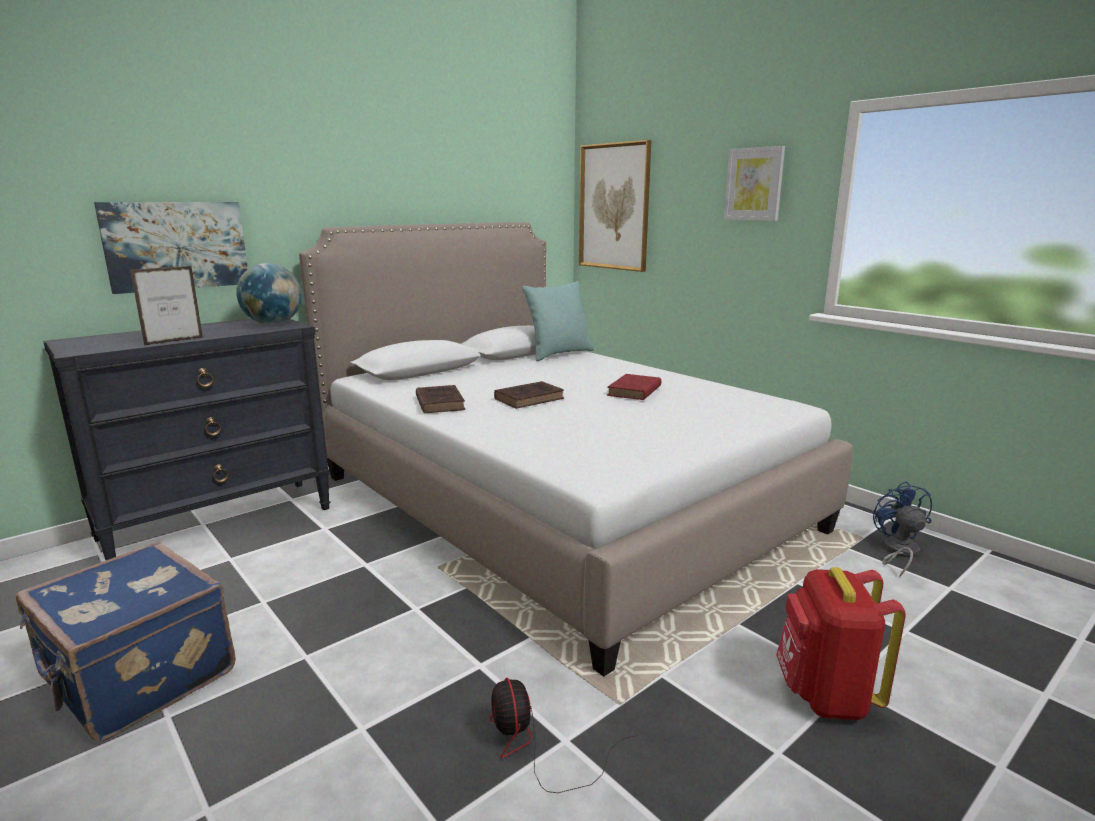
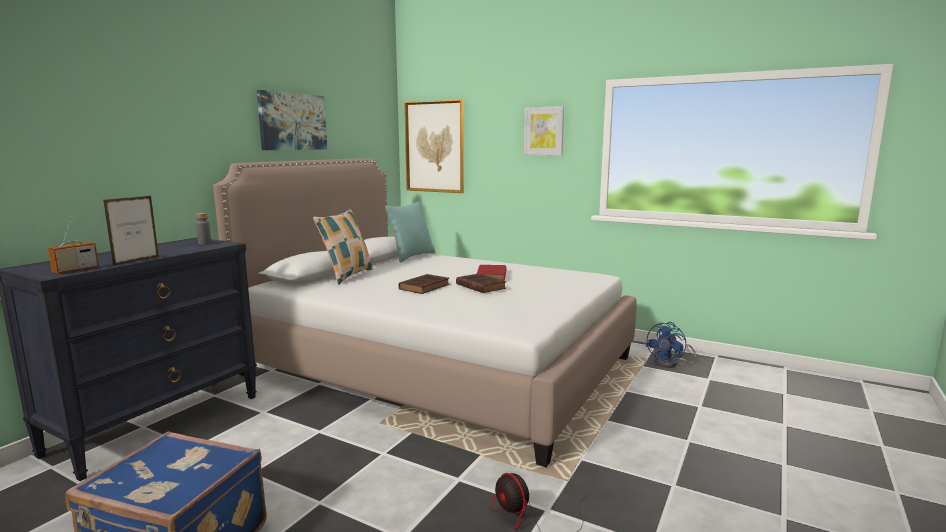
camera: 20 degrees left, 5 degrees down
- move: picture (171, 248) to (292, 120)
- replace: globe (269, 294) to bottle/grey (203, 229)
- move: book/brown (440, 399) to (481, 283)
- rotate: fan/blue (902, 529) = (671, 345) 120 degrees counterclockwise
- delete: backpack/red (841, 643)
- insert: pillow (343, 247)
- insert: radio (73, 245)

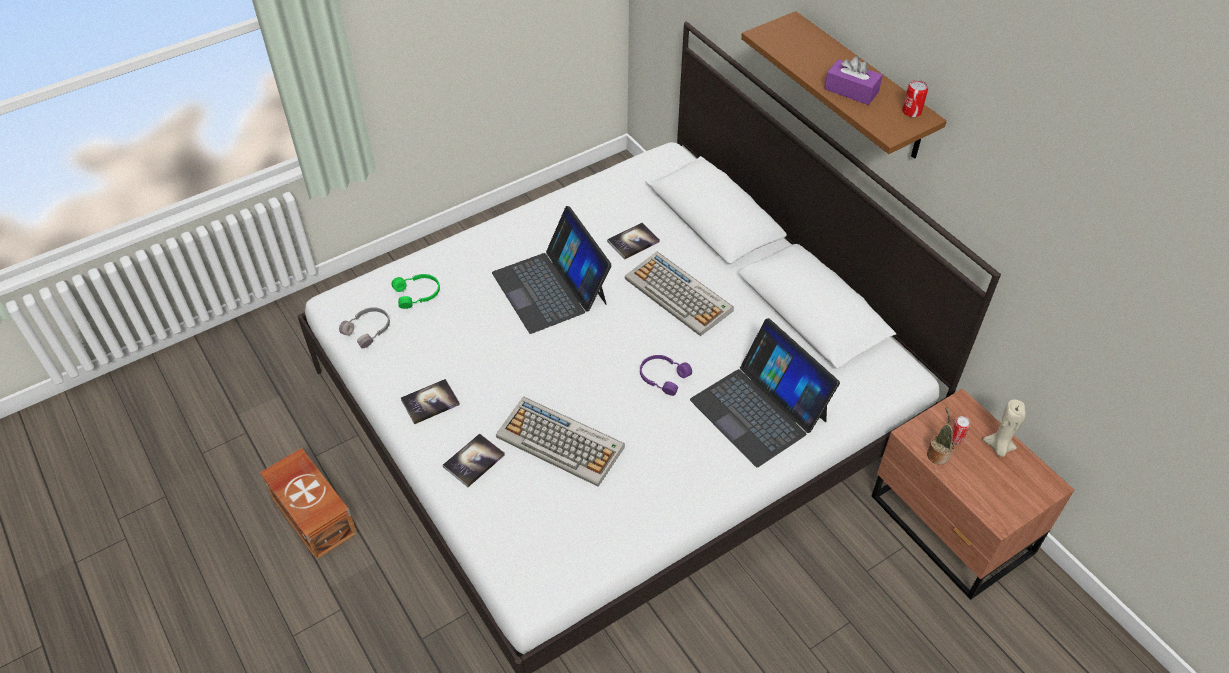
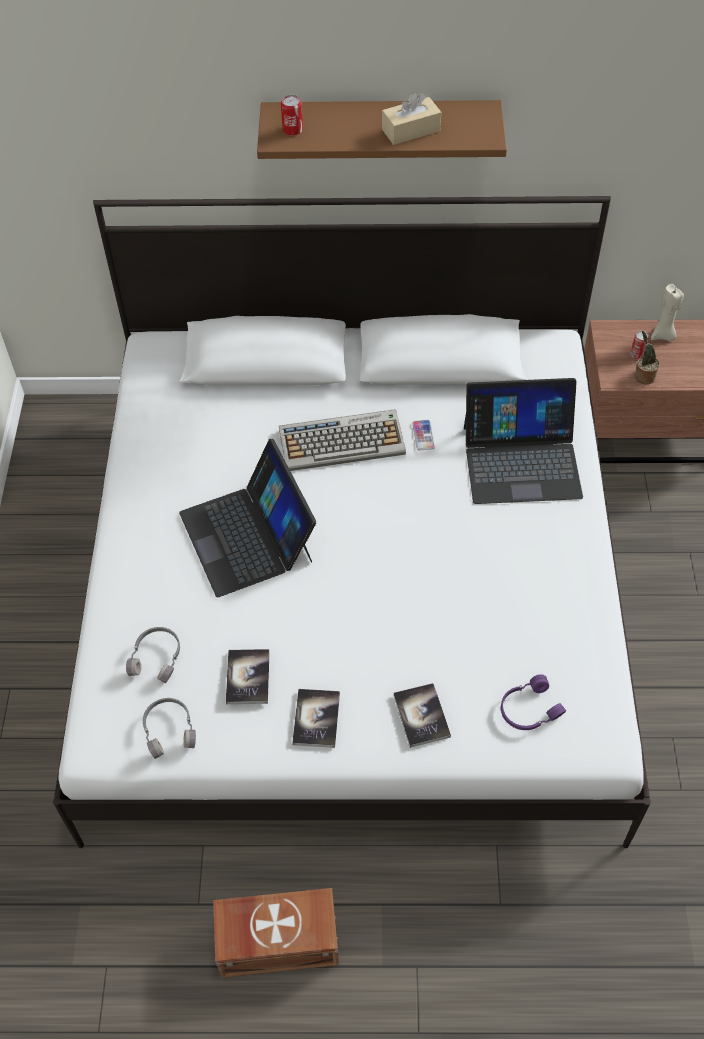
camera: 55 degrees left, 5 degrees up
- recolor: tissue box/purple (853, 80) to tissue box/beige (411, 118)
- move: can (915, 98) to (292, 115)
- rotate: laptop (552, 270) = (247, 518) 60 degrees clockwise
- move: book (633, 241) to (248, 676)
- recolor: headphones/green (415, 291) to headphones/grey (153, 655)
- move: headphones/purple (666, 375) to (533, 702)
- delete: keyboard (560, 442)
- insert: phone (423, 435)

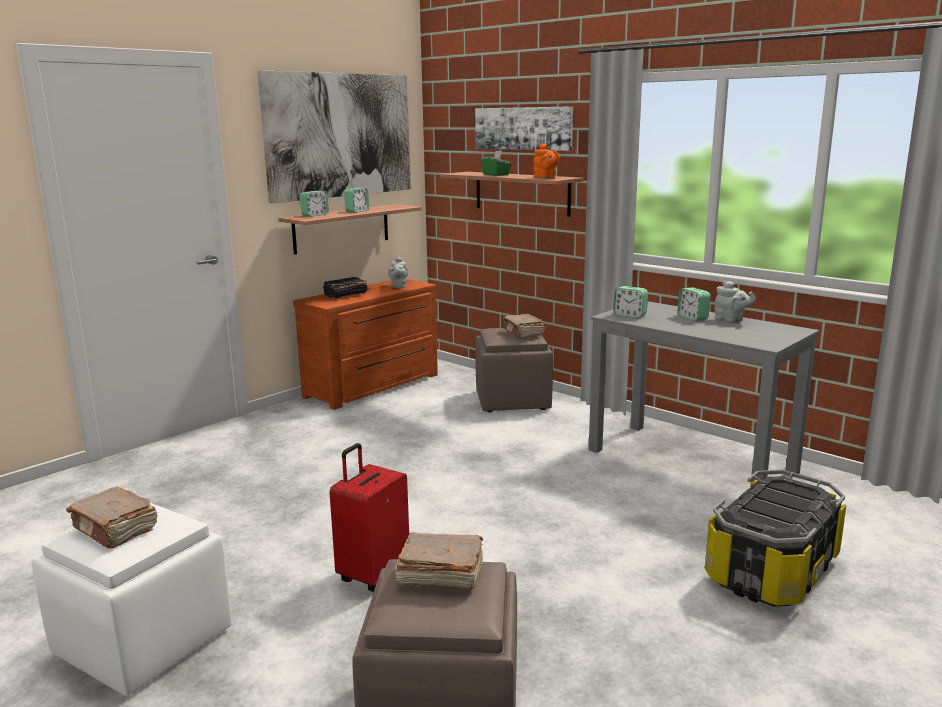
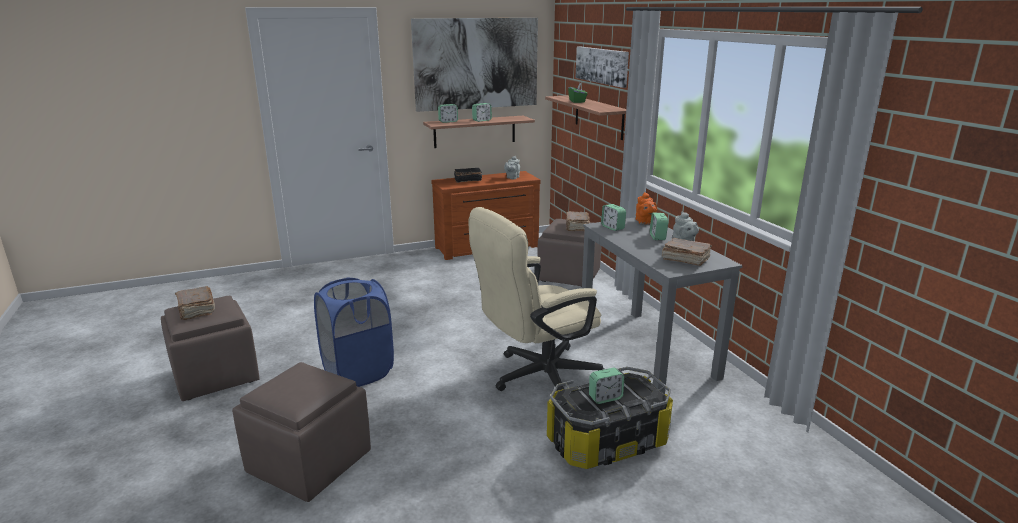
camera: 25 degrees right, 5 degrees up
- move: teapot/orange (546, 161) to (646, 208)
- replace: suitcase/red (369, 517) to laundry basket/blue (354, 332)
- recolor: ottoman/white (131, 599) to ottoman/brown (210, 348)
- move: book/brown (439, 560) to (687, 252)
- insert: office chair/beige (536, 299)
- insert: alarm clock (606, 386)

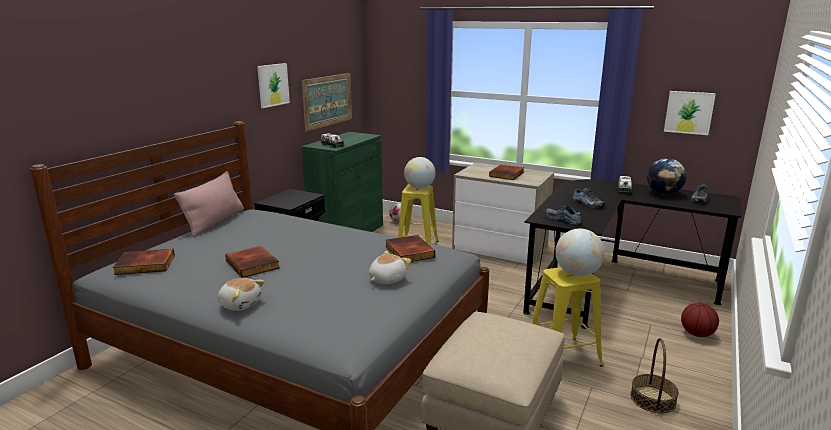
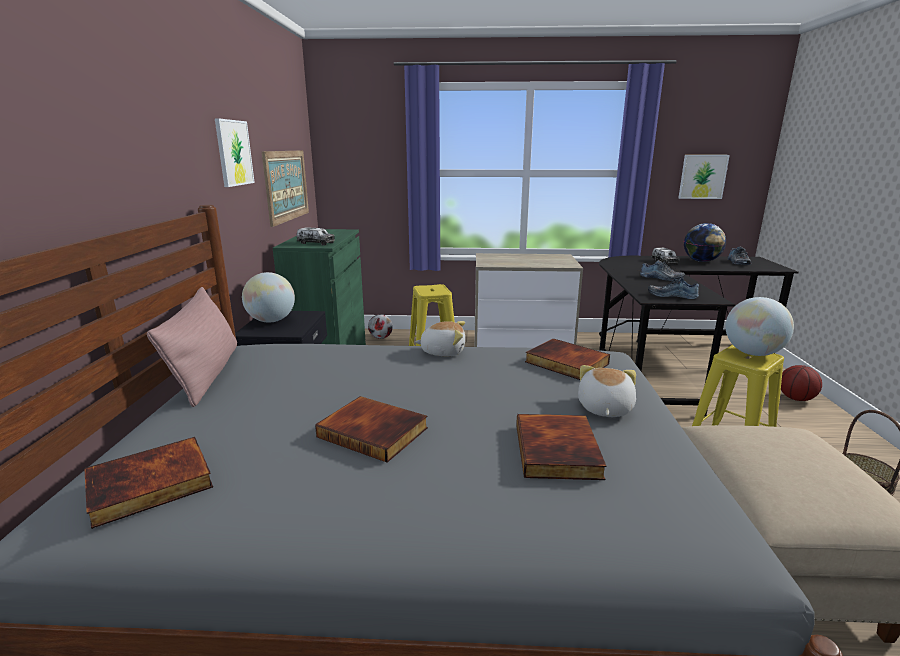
camera: 25 degrees left, 0 degrees up
- move: globe (420, 173) to (268, 297)
- move: book (506, 172) to (561, 447)
- move: plush toy (241, 294) to (440, 338)

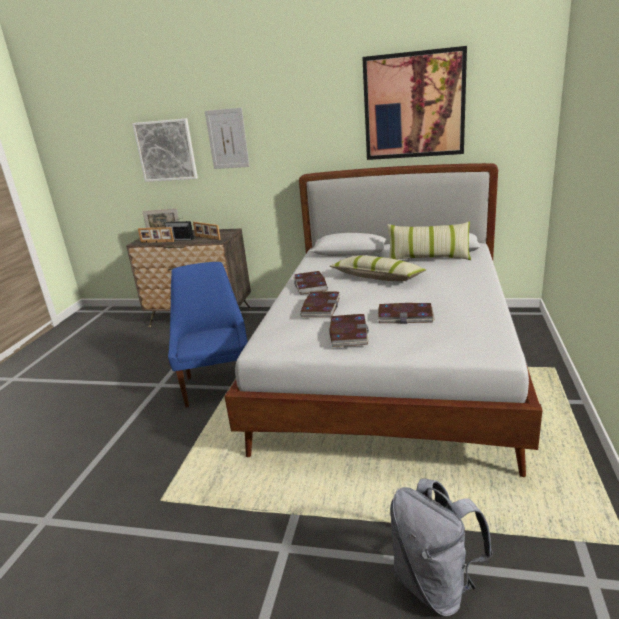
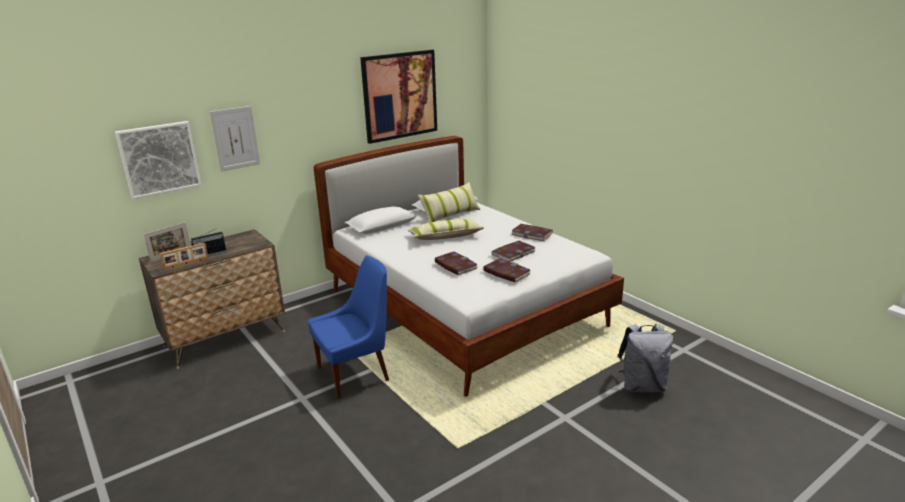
camera: 50 degrees left, 0 degrees up
- delete: picture frame (207, 231)
- rotate: chair/blue (208, 334) = (348, 327) 120 degrees clockwise
- move: book (310, 283) to (532, 232)

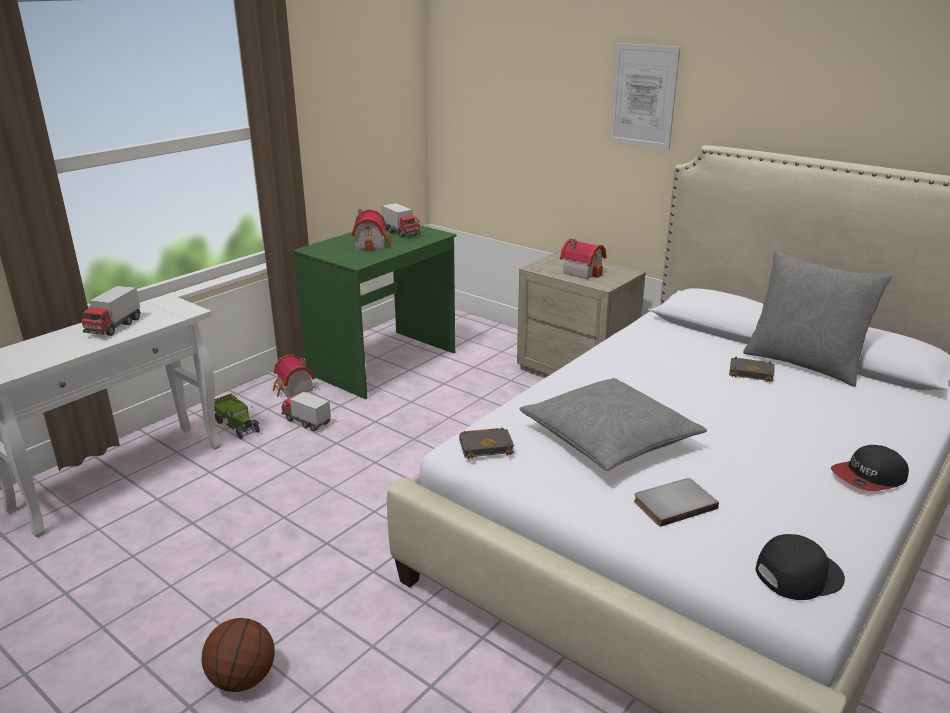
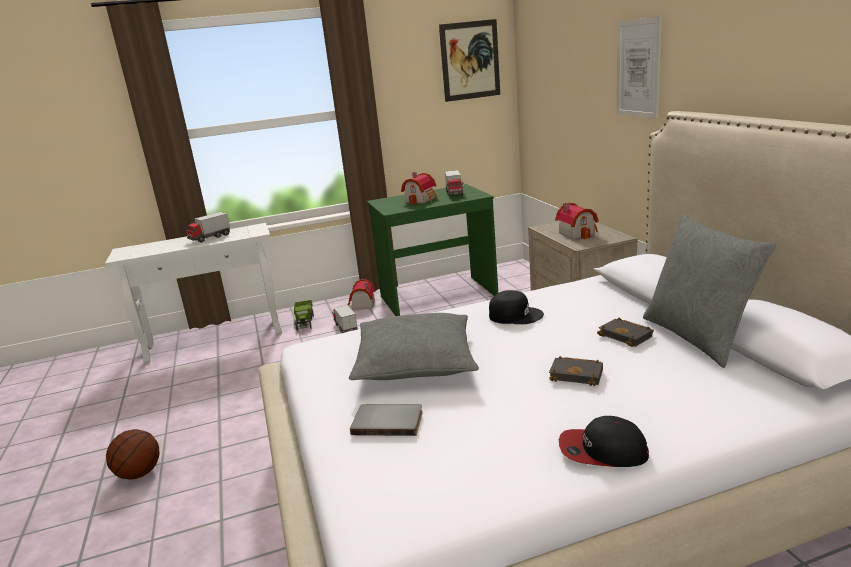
camera: 35 degrees right, 5 degrees down
- move: book/black (486, 443) to (576, 371)
- move: cap/black (800, 567) to (516, 307)
- insert: picture (469, 60)

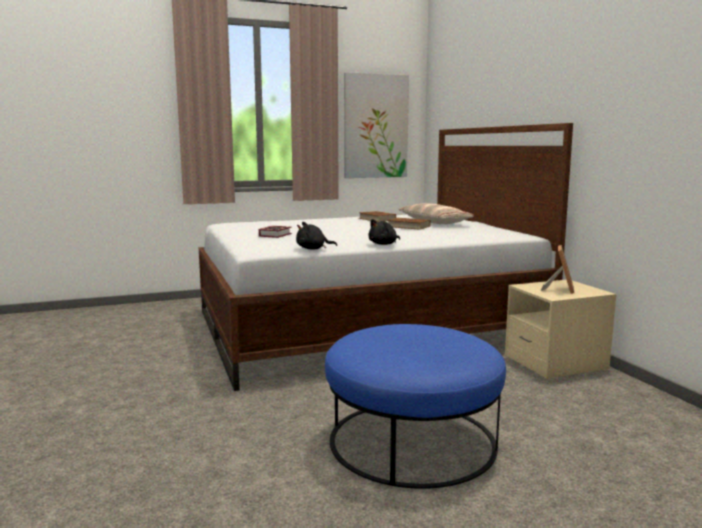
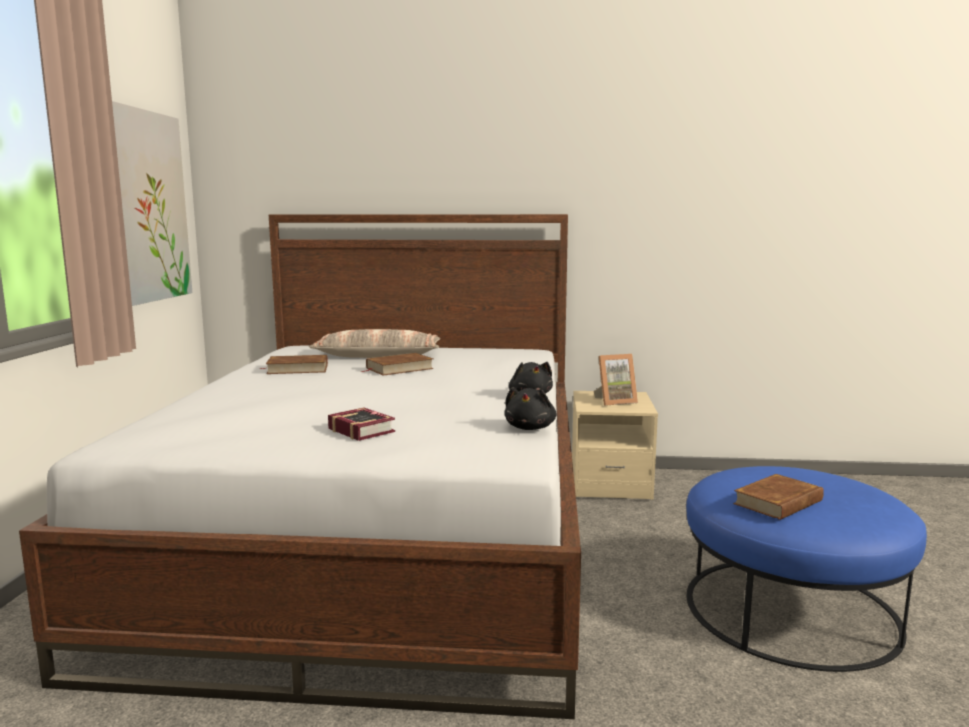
camera: 65 degrees left, 0 degrees up
- rotate: picture frame (557, 269) = (615, 380) 120 degrees clockwise
- insert: book/brown (778, 497)

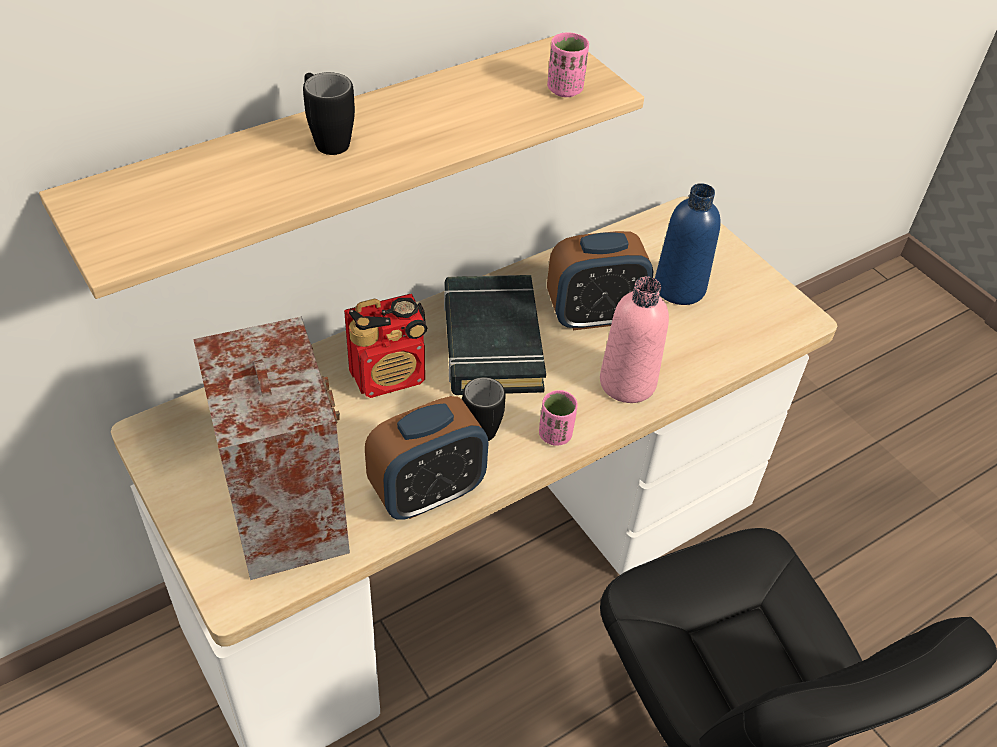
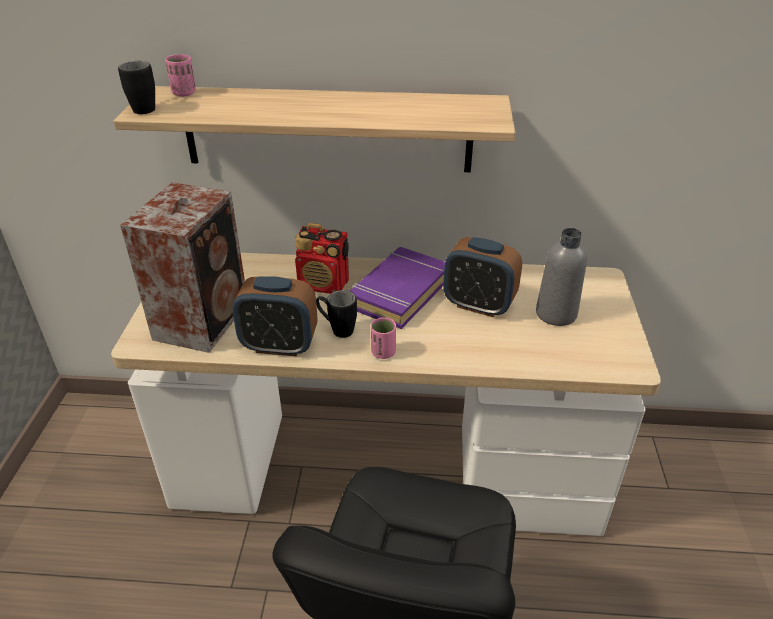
camera: 40 degrees right, 10 degrees down
- move: cup/pink (568, 64) to (180, 75)
- move: mug/black (329, 113) to (136, 87)
- recolor: bottle/blue (688, 244) to bottle/grey (561, 277)
- recolor: book/black (495, 335) to book/purple (397, 288)
- delete: bottle/pink (634, 339)

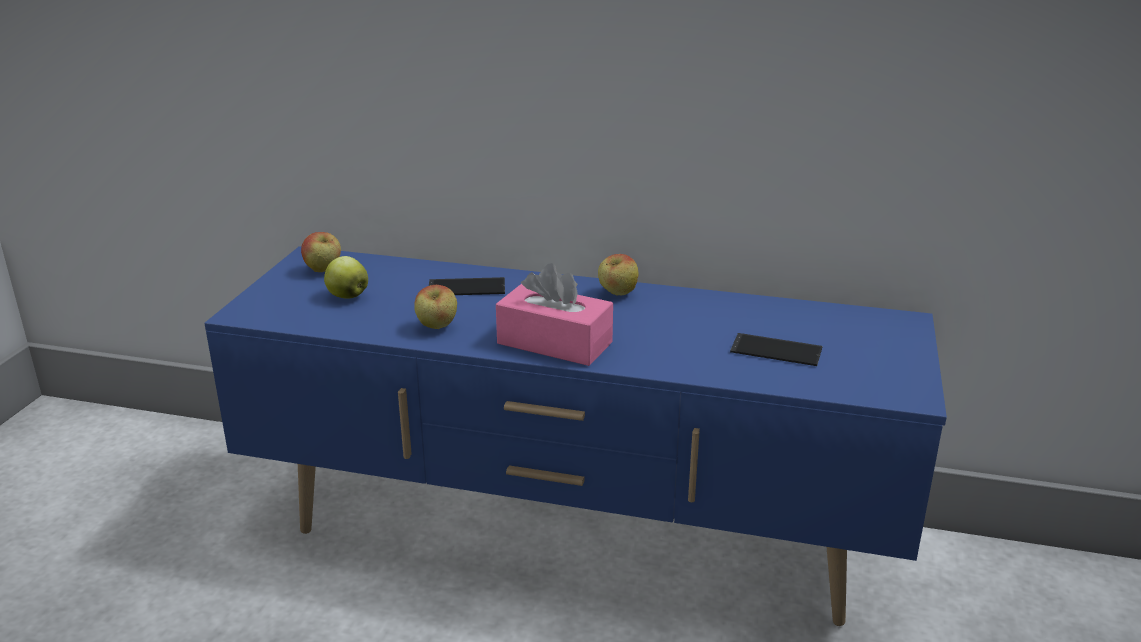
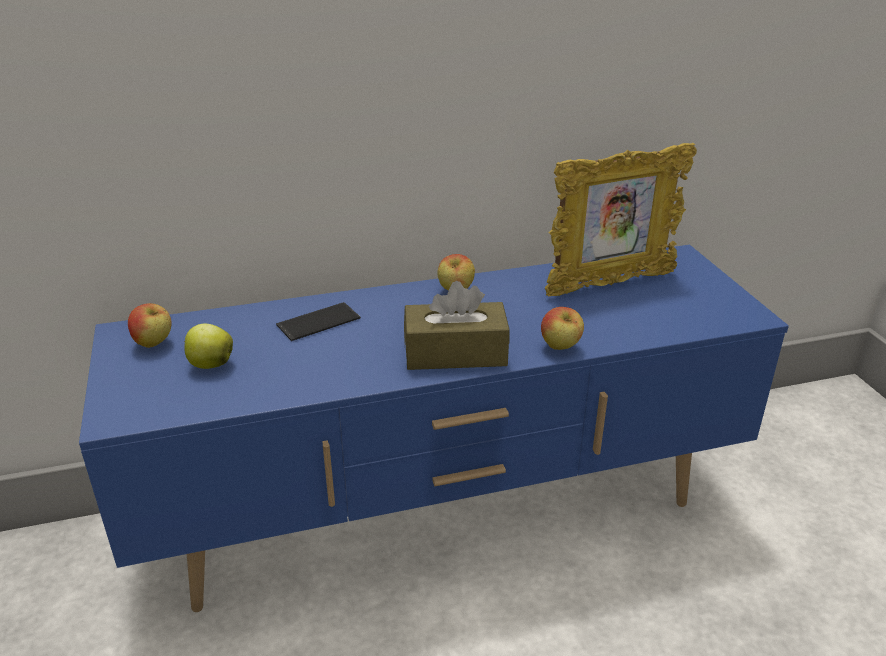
camera: 30 degrees left, 5 degrees up
- recolor: tissue box/pink (554, 314) to tissue box/brown (457, 325)
- move: apple (435, 307) to (562, 328)
- delete: phone (776, 349)
- insert: picture frame (621, 219)

